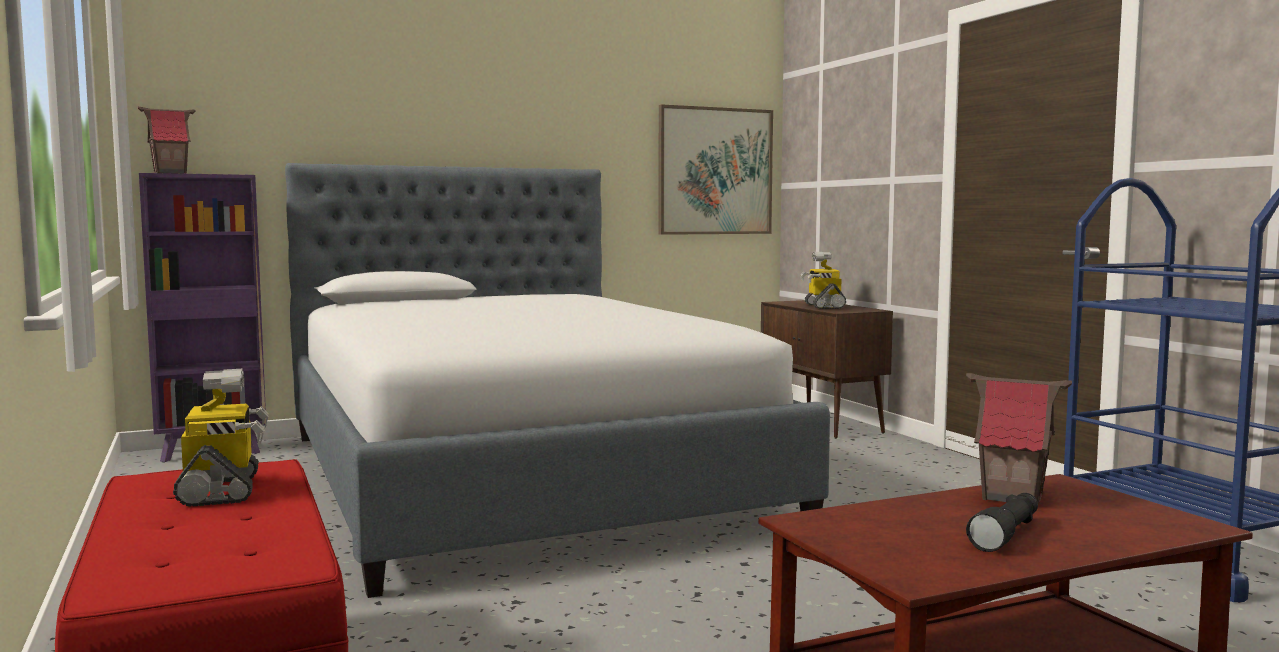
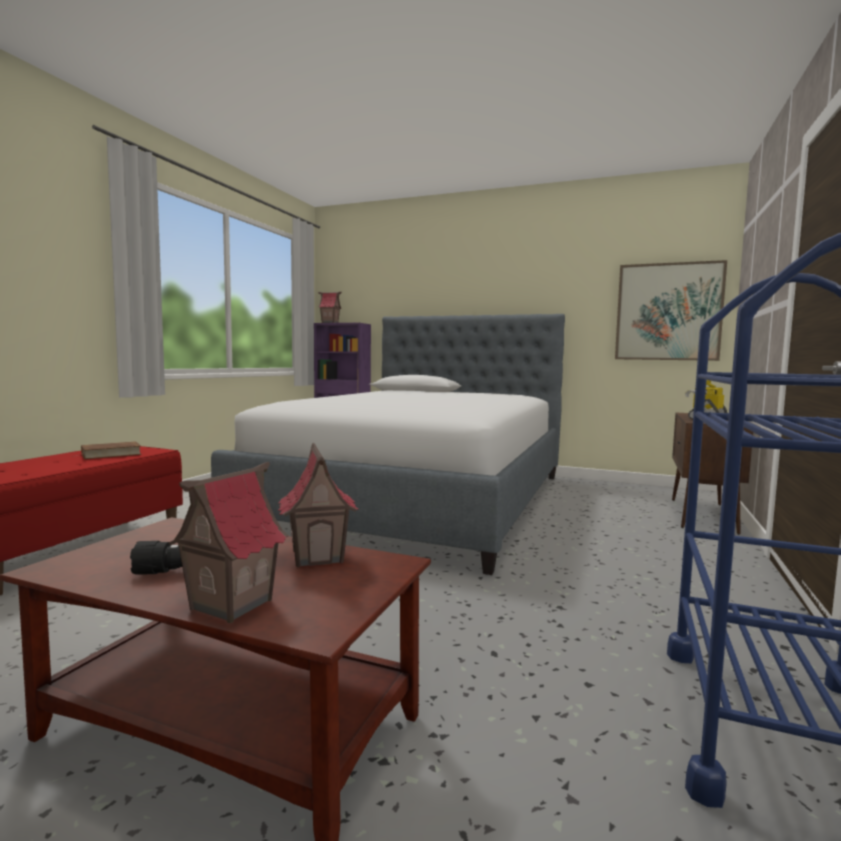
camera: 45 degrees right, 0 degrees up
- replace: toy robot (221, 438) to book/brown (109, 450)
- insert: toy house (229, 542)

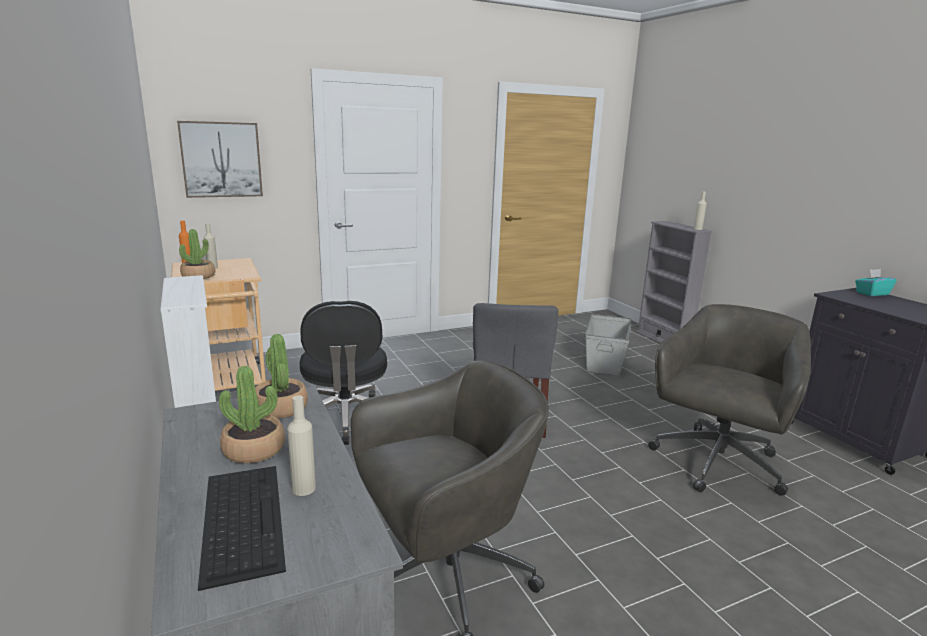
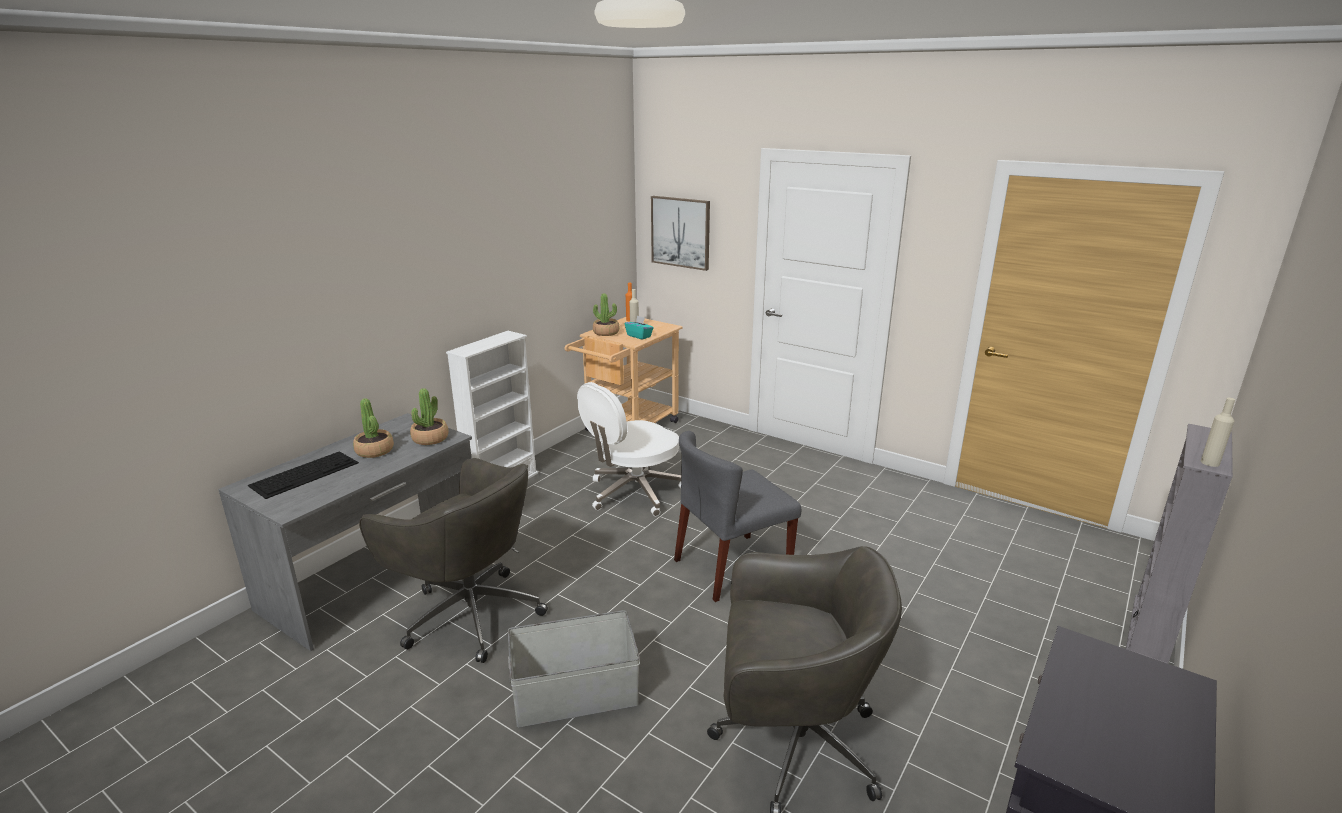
camera: 60 degrees right, 5 degrees up
- move: tissue box/turquoise (876, 282) to (639, 327)
- recolor: office chair/black (343, 373) to office chair/white (629, 449)
- move: storage box/grey (608, 345) to (574, 668)
- delete: bottle/beige (301, 445)

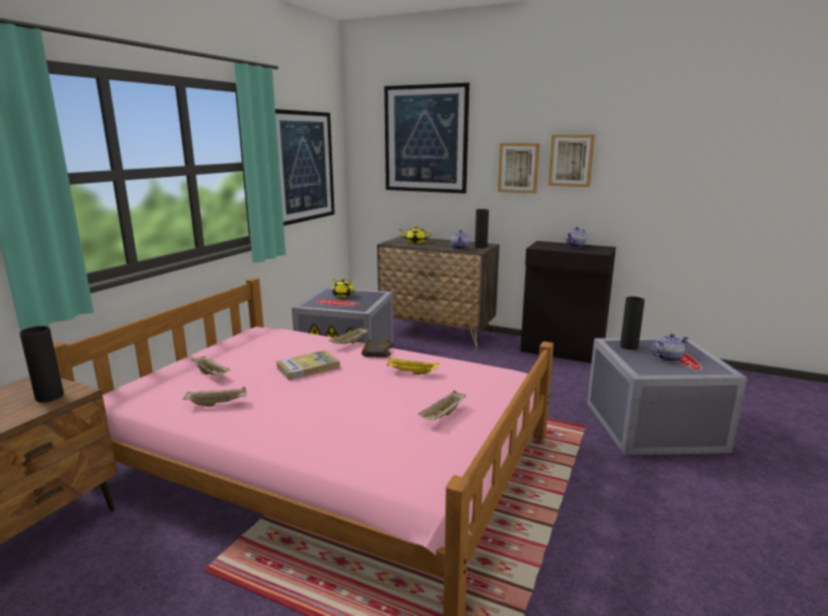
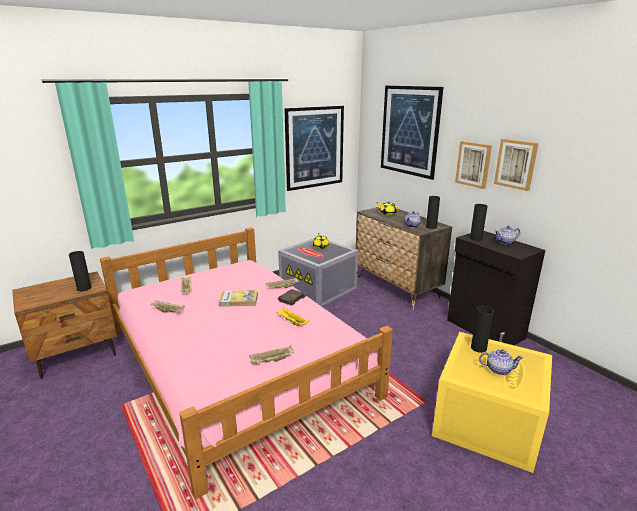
camera: 30 degrees right, 5 degrees up
- recolor: storage box/grey (667, 396) to storage box/yellow (492, 402)
- insert: vase/black (478, 222)

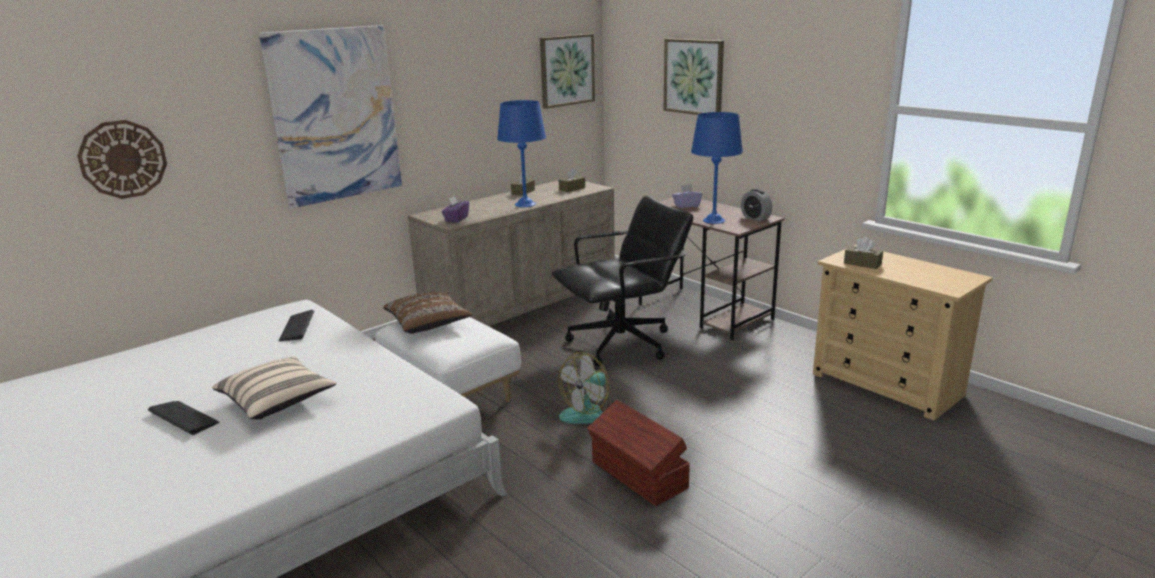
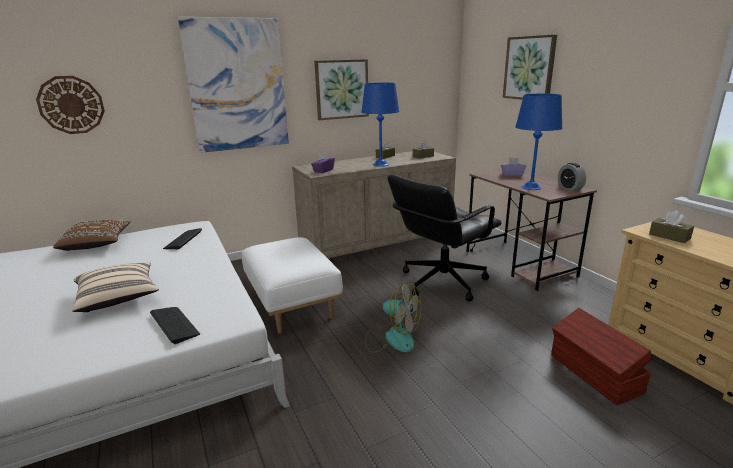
camera: 15 degrees right, 0 degrees up
- move: picture (567, 71) to (341, 89)
- rotate: office chair/black (622, 281) = (445, 238) 150 degrees clockwise
- move: pillow/brown (428, 313) to (91, 235)
- rotate: fan (586, 388) = (393, 317) 120 degrees counterclockwise
- move: storage box/brown (638, 453) to (601, 356)
- move: keyboard (183, 418) to (175, 325)

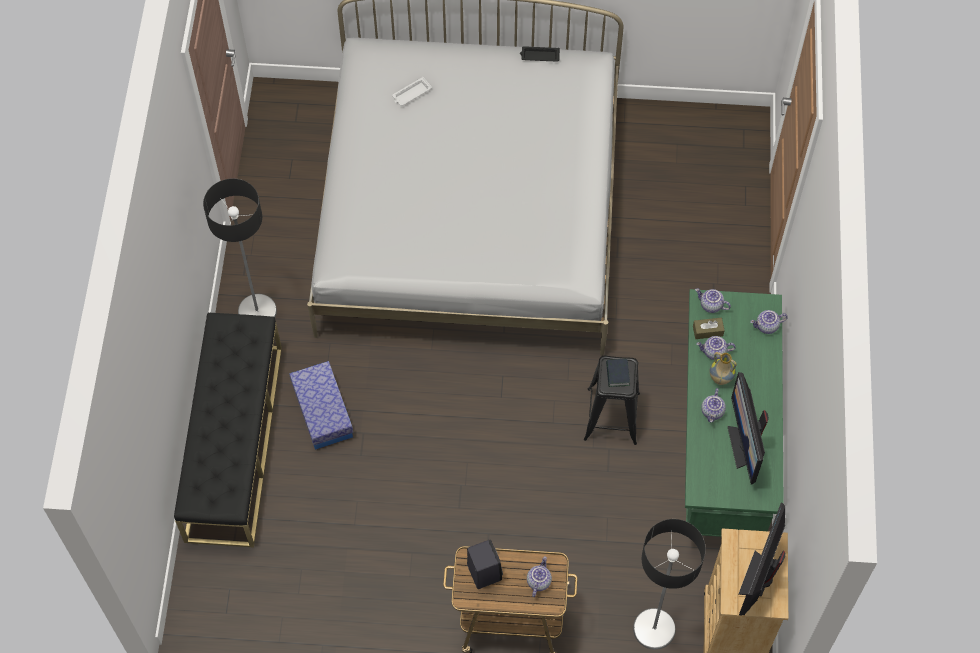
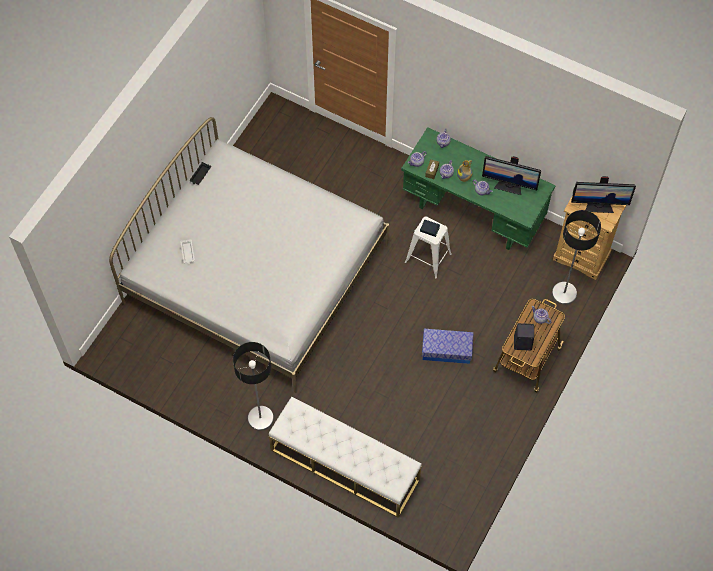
camera: 65 degrees left, 0 degrees up
- recolor: bench/black (228, 430) to bench/white (345, 457)
- recolor: stool/black (612, 400) to stool/white (428, 247)
- move: storage box (321, 405) to (447, 346)
- rotate: monitor (762, 559) = (603, 194) 45 degrees counterclockwise

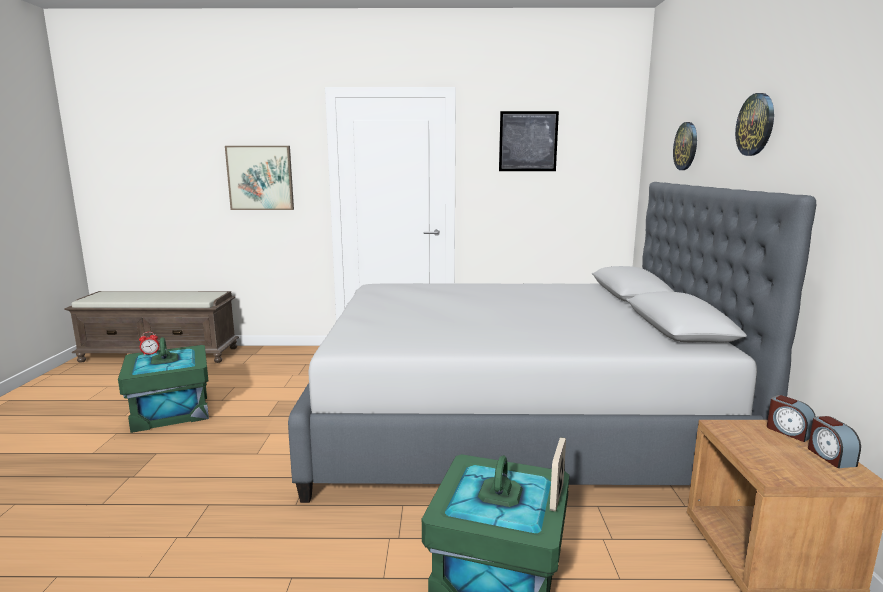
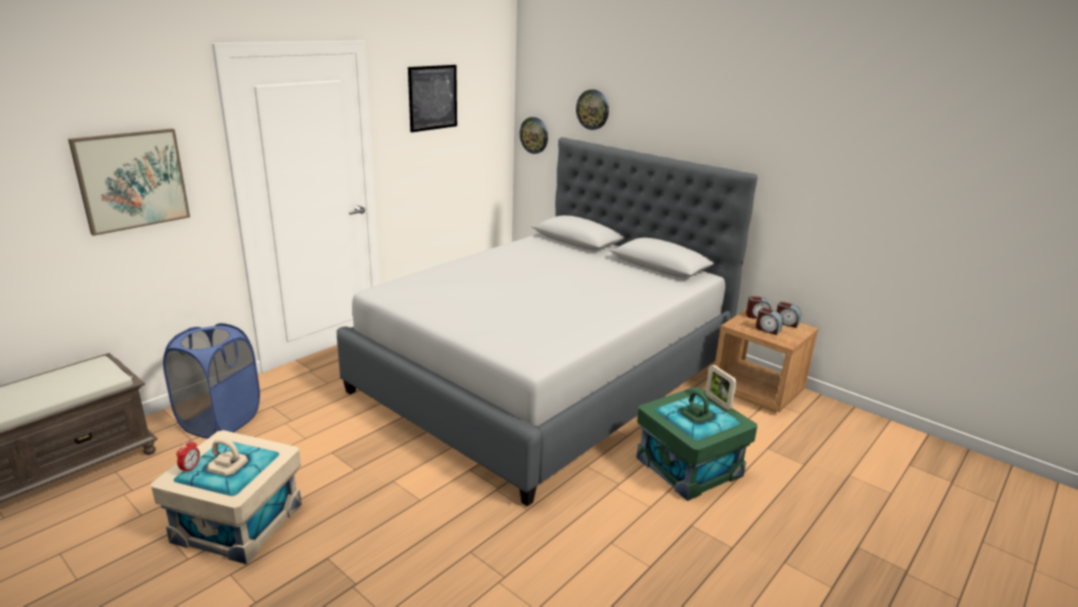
camera: 50 degrees left, 10 degrees up
- move: wall clock (754, 124) to (534, 135)
- recolor: storage box/green (163, 385) to storage box/beige (226, 497)
- insert: alarm clock (769, 321)
- insert: laundry basket/blue (211, 381)

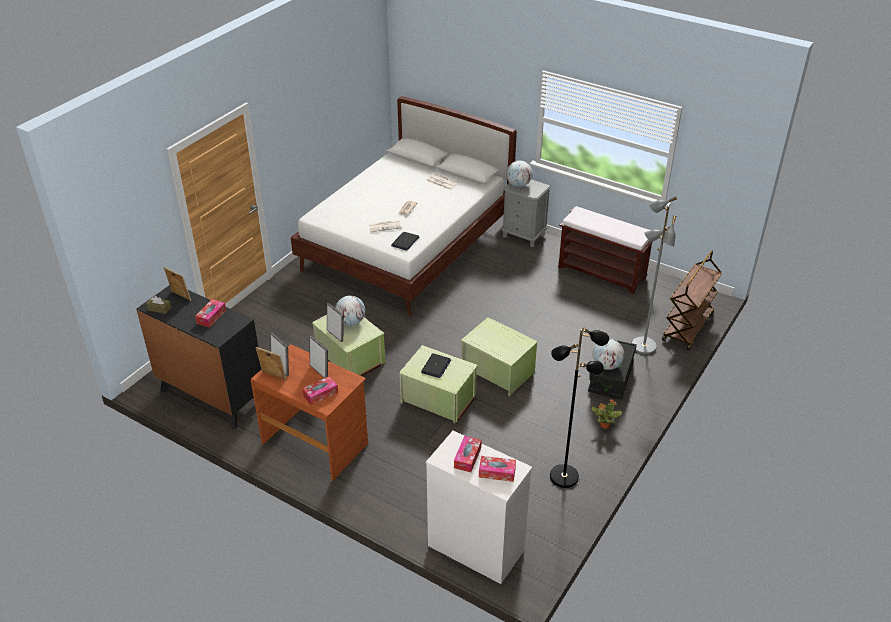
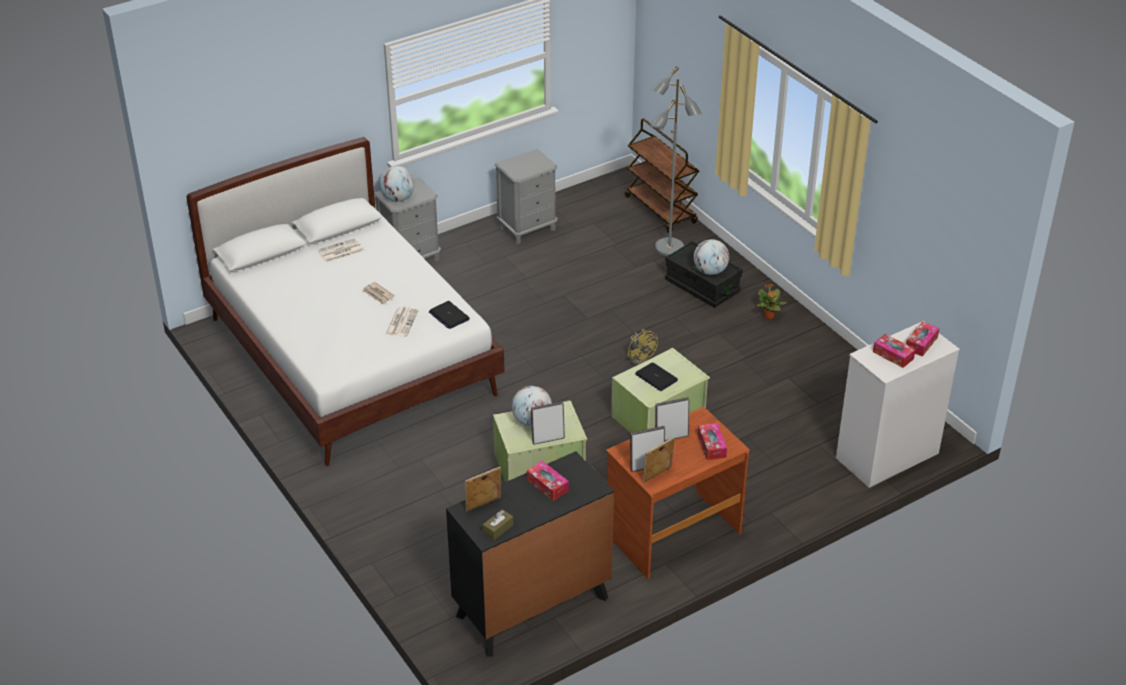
camera: 65 degrees left, 0 degrees up
- replace: bench/brown (605, 250) to nightstand/grey (526, 196)
- replace: storage box/green (499, 356) to fan/yellow (642, 347)
- delete: floor lamp/black (579, 408)

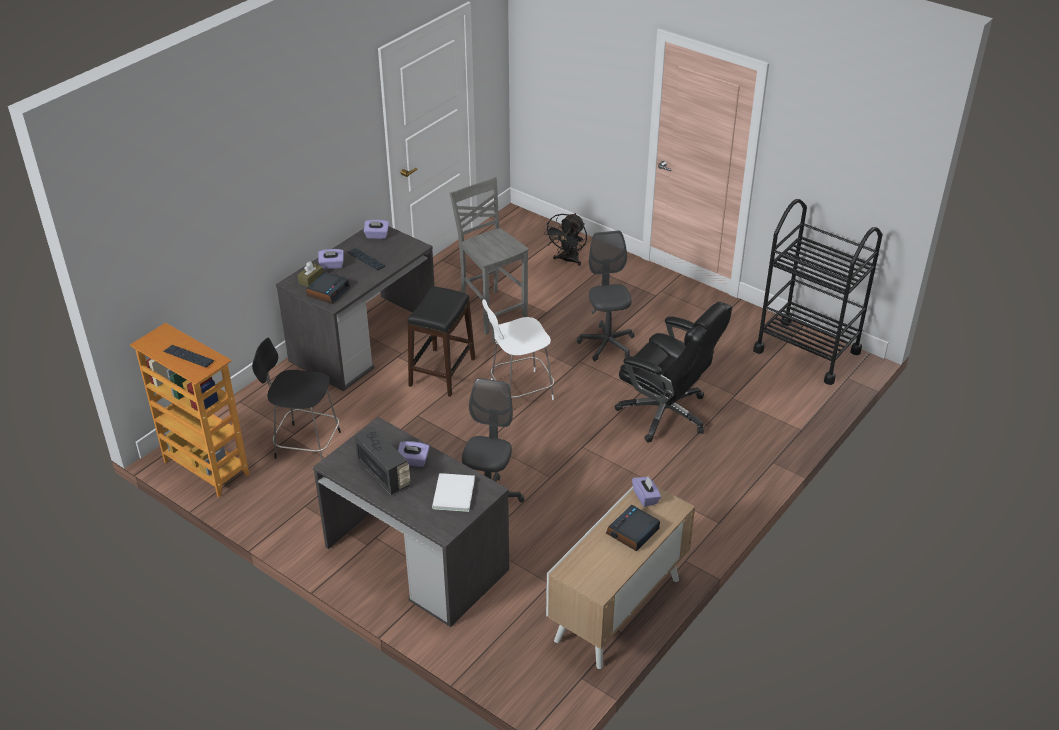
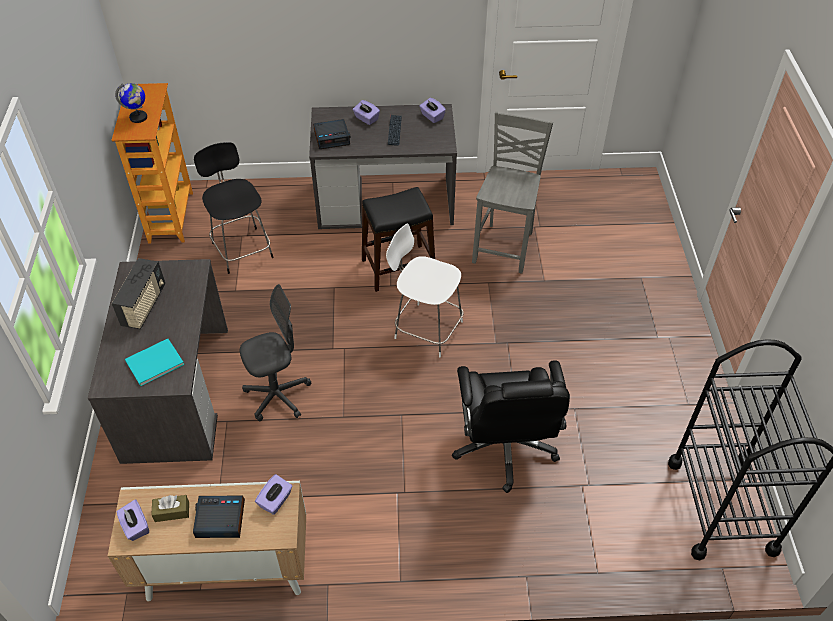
camera: 50 degrees right, 10 degrees up
- delete: fan/black (565, 239)
- delete: office chair/grey (606, 296)
- move: tissue box/brown (310, 274) to (170, 508)
- replace: keyboard (188, 356) to globe (131, 103)
- move: tissue box/purple (413, 454) to (133, 520)
- recolor: book/white (453, 492) to book/turquoise (154, 362)

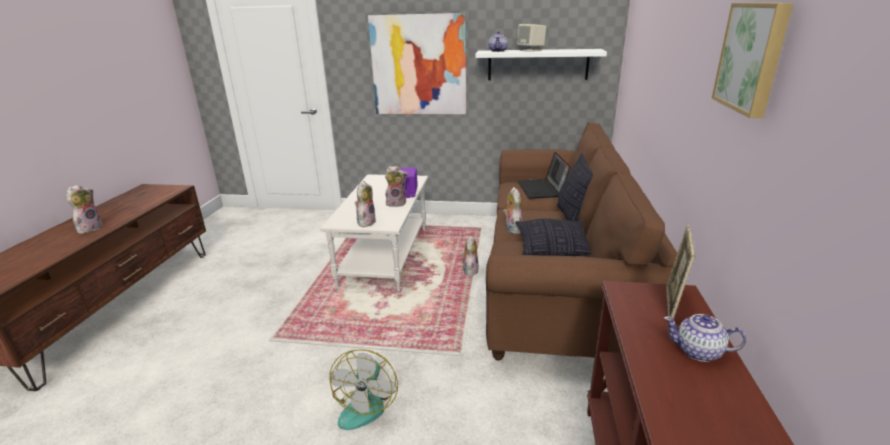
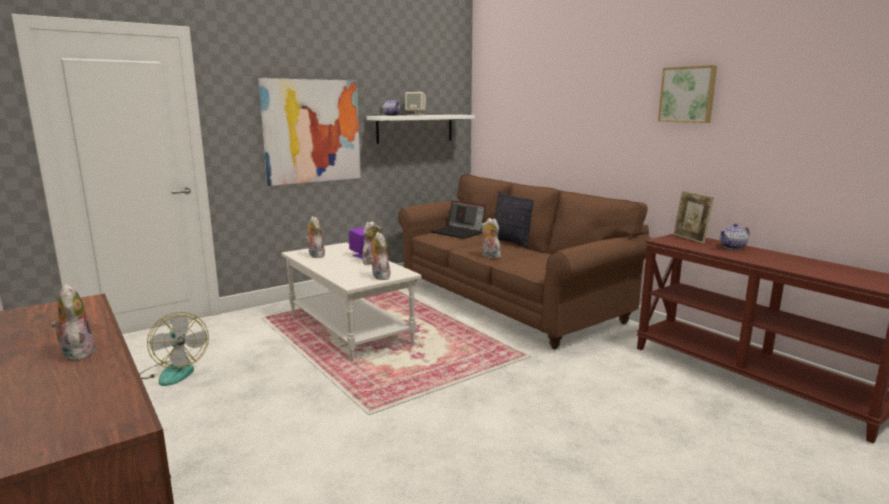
camera: 45 degrees left, 10 degrees down
- delete: pillow (553, 237)
- move: plush toy (470, 255) to (315, 237)
- move: fan (364, 389) to (174, 349)

